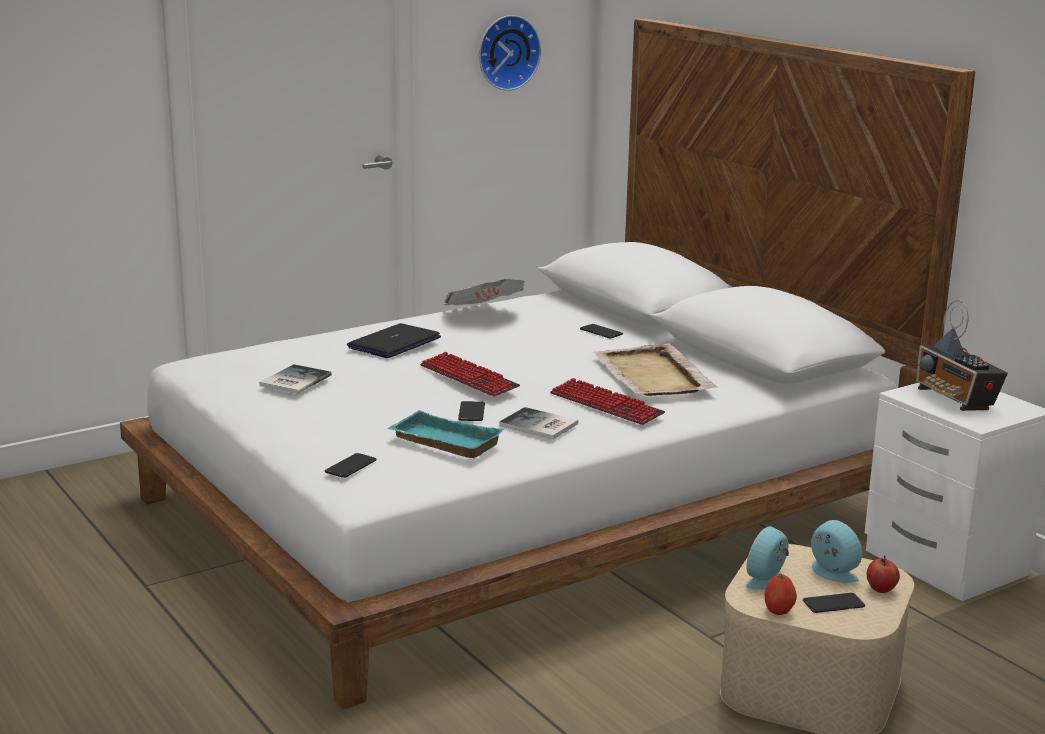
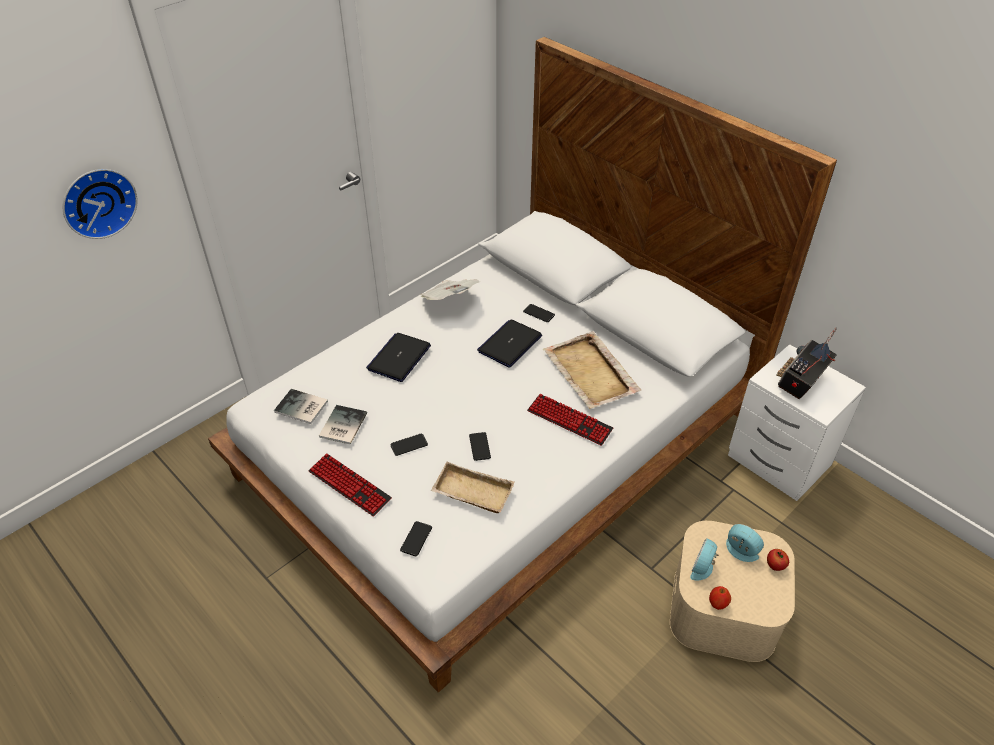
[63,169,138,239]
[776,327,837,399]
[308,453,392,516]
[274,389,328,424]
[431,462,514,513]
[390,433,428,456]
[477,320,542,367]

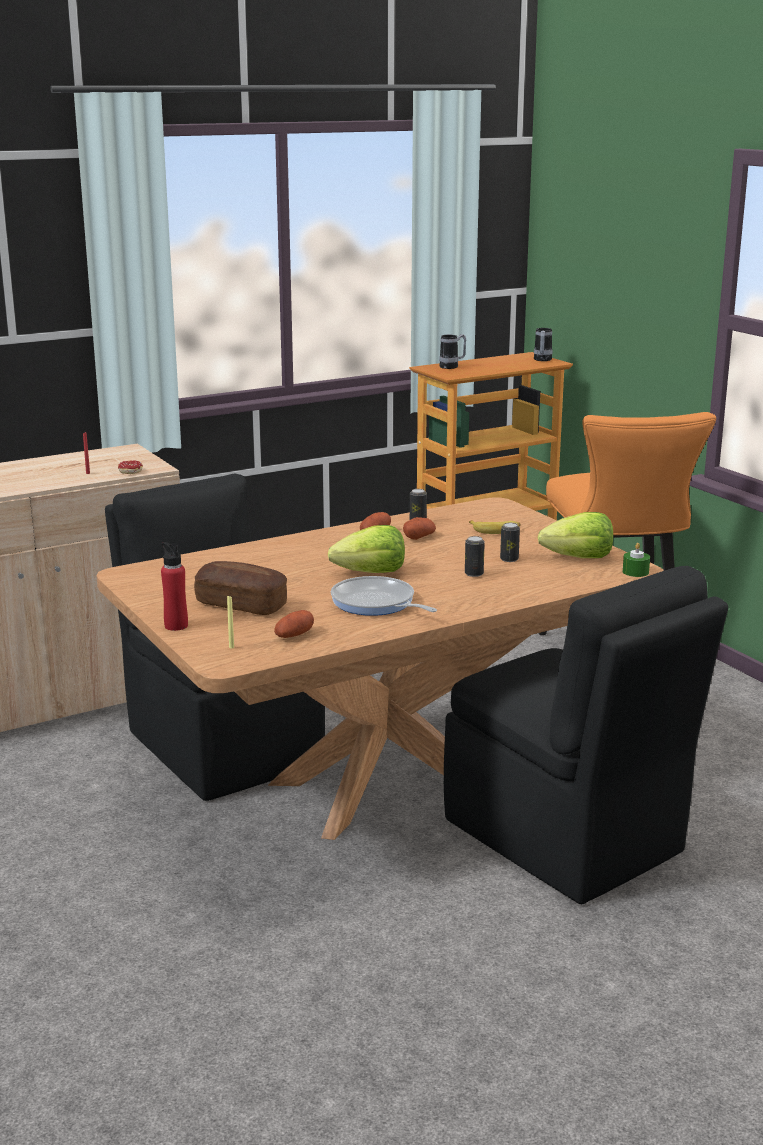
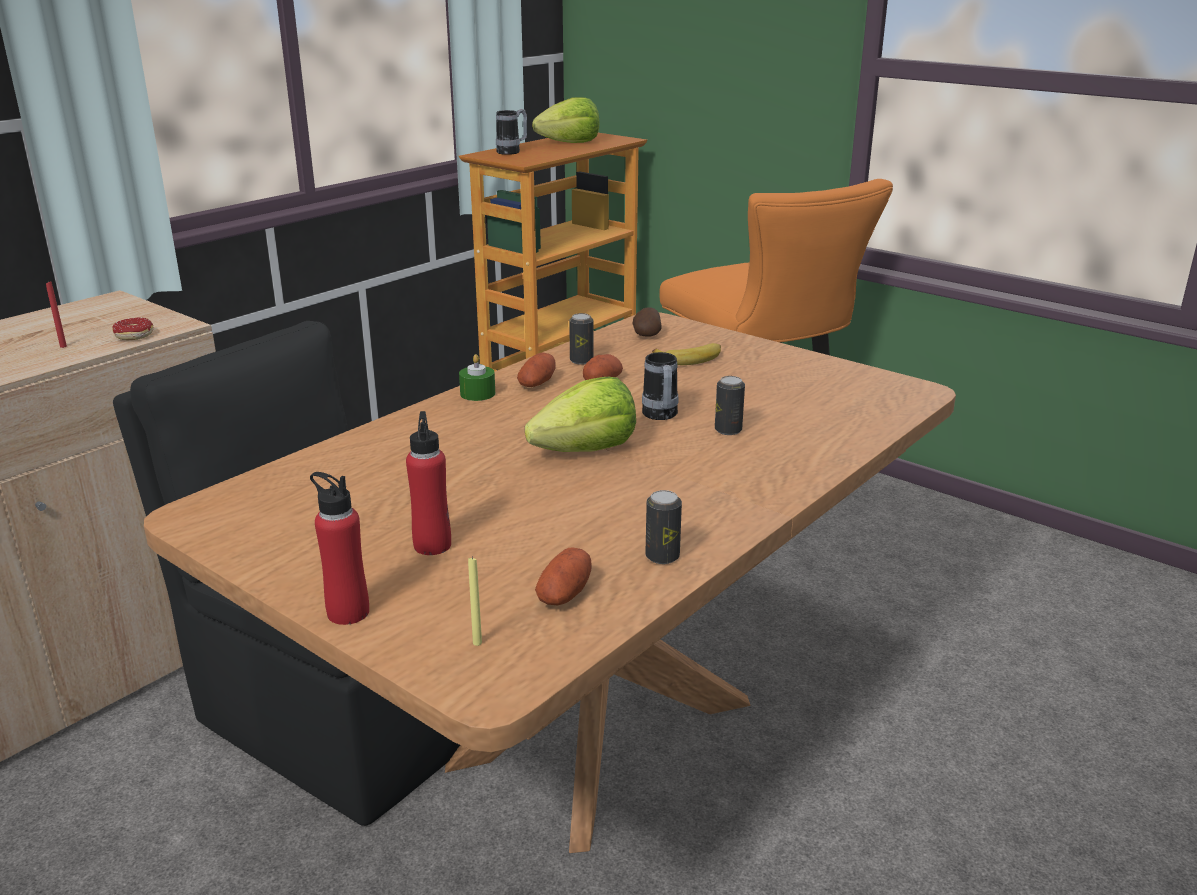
[642,352,678,420]
[532,97,599,143]
[645,490,682,564]
[459,354,495,401]
[406,411,451,555]
[444,566,728,904] (first image)
[331,576,437,616] (first image)
[633,307,662,337]

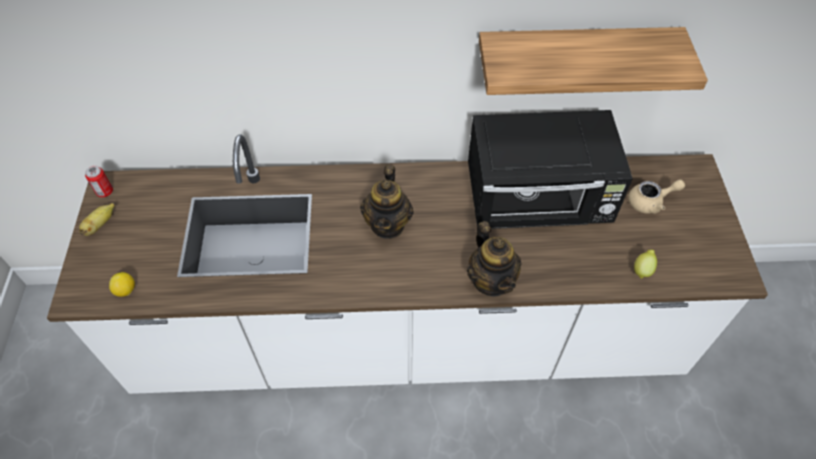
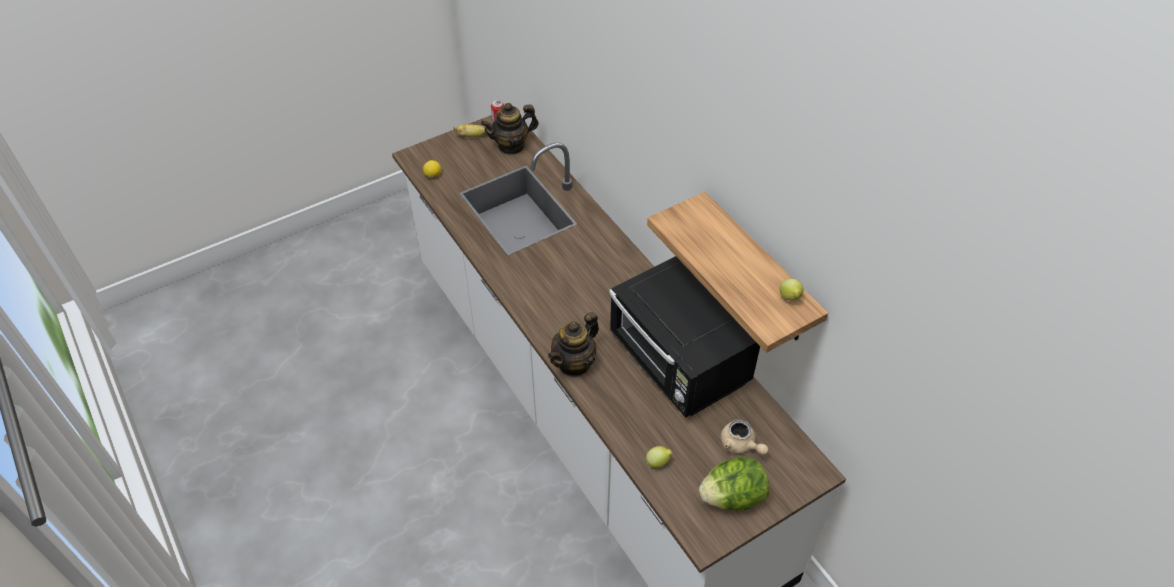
[481,103,539,155]
[780,279,804,301]
[699,457,769,510]

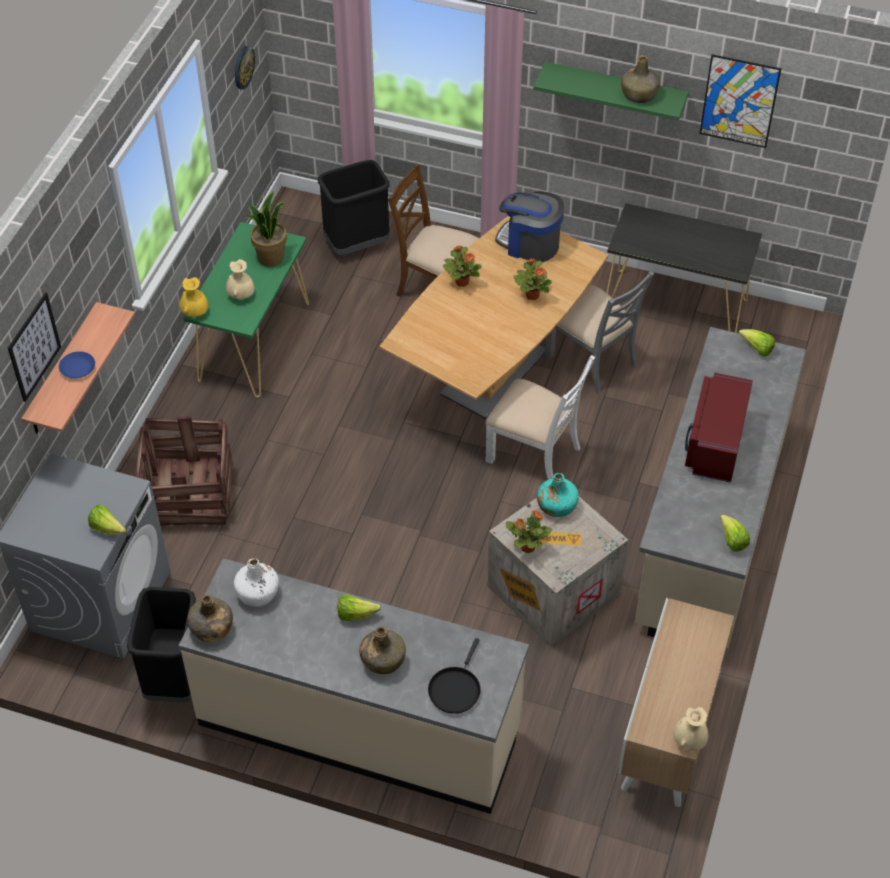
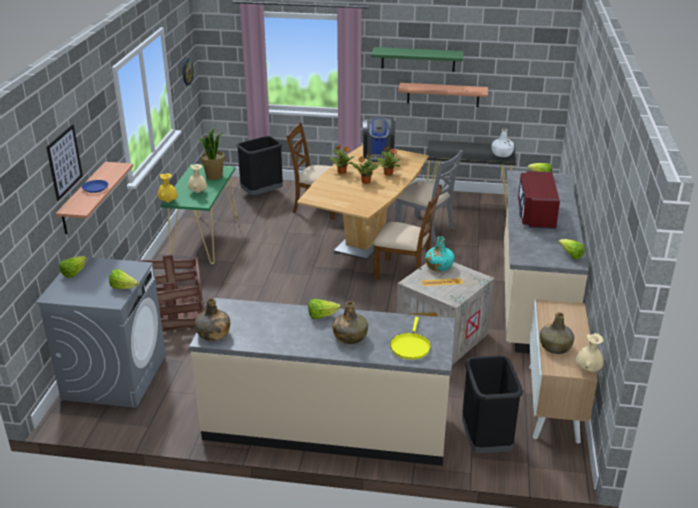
[699,54,782,148] (first image)
[540,312,574,354]
[362,117,396,162]
[373,184,442,280]
[352,154,380,184]
[491,128,514,157]
[462,355,523,453]
[390,317,431,360]
[398,83,488,107]
[59,256,86,278]

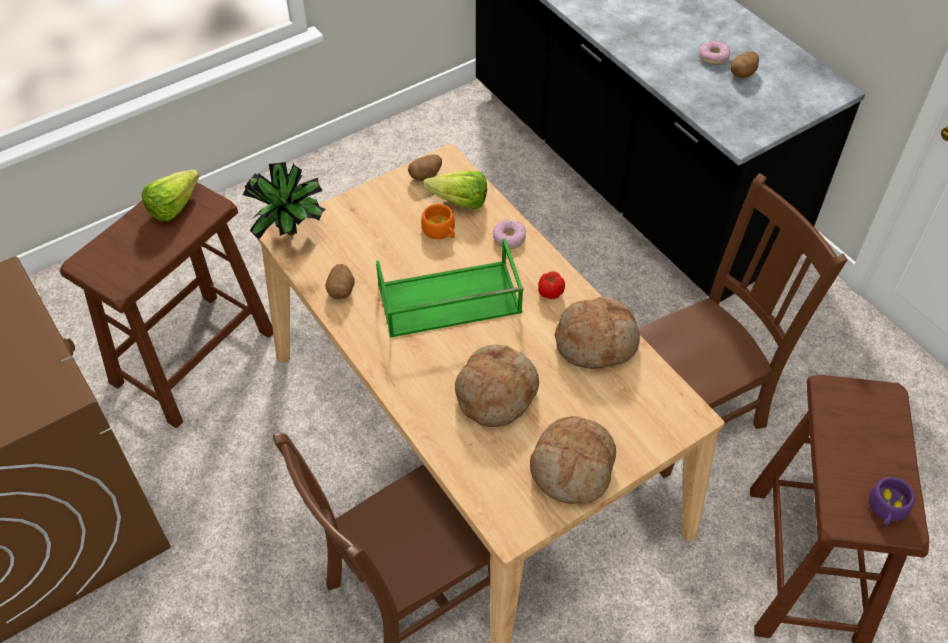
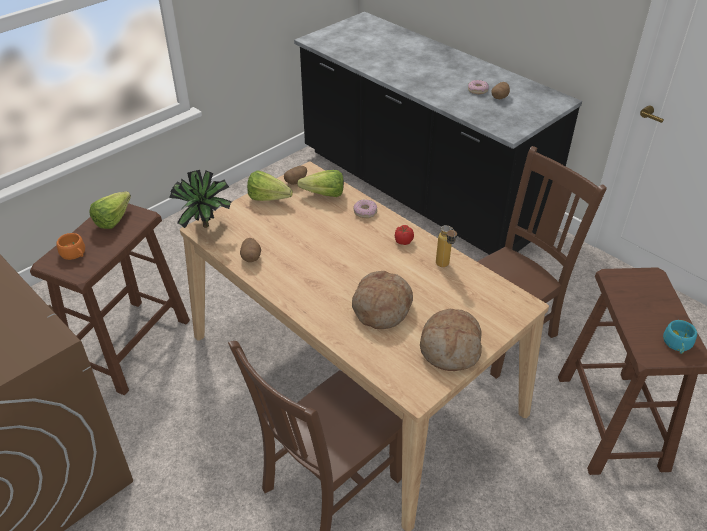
[56,233,85,260]
[376,238,524,337] (first image)
[436,225,457,267]
[663,320,697,354]
[247,170,293,201]

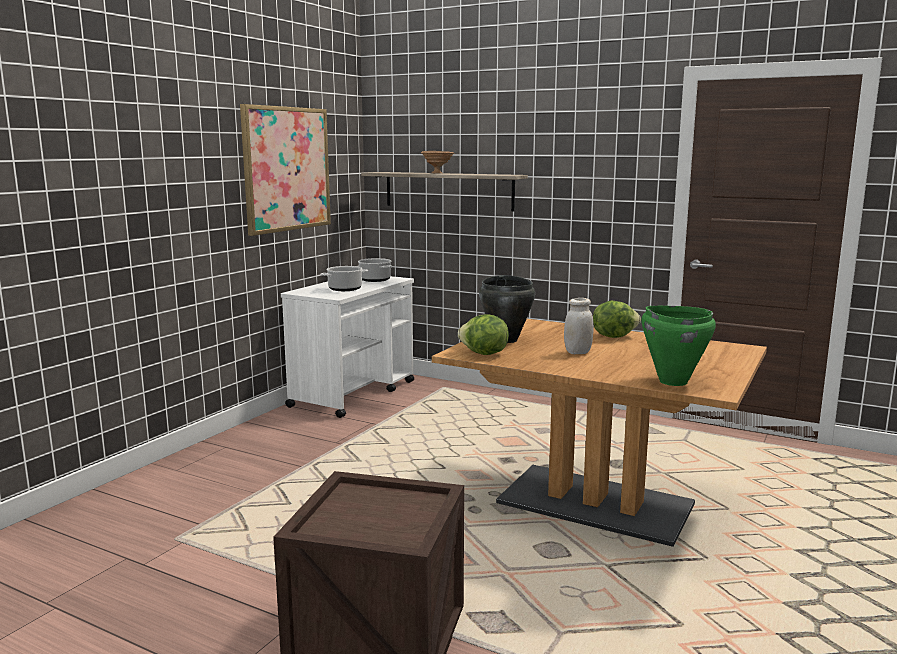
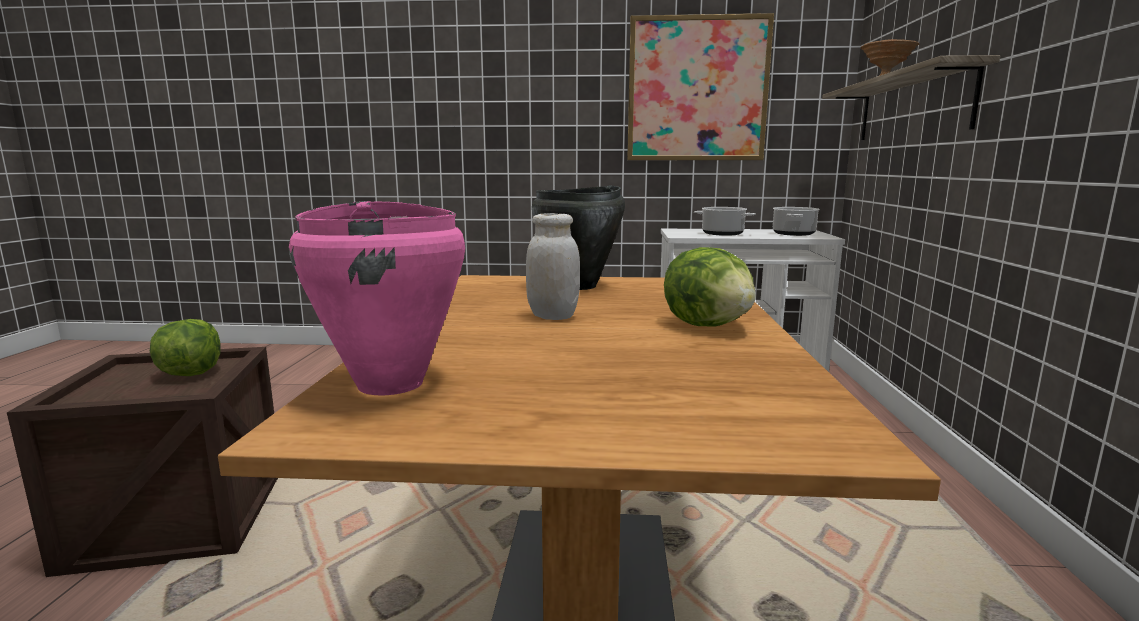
[289,201,465,395]
[149,319,221,376]

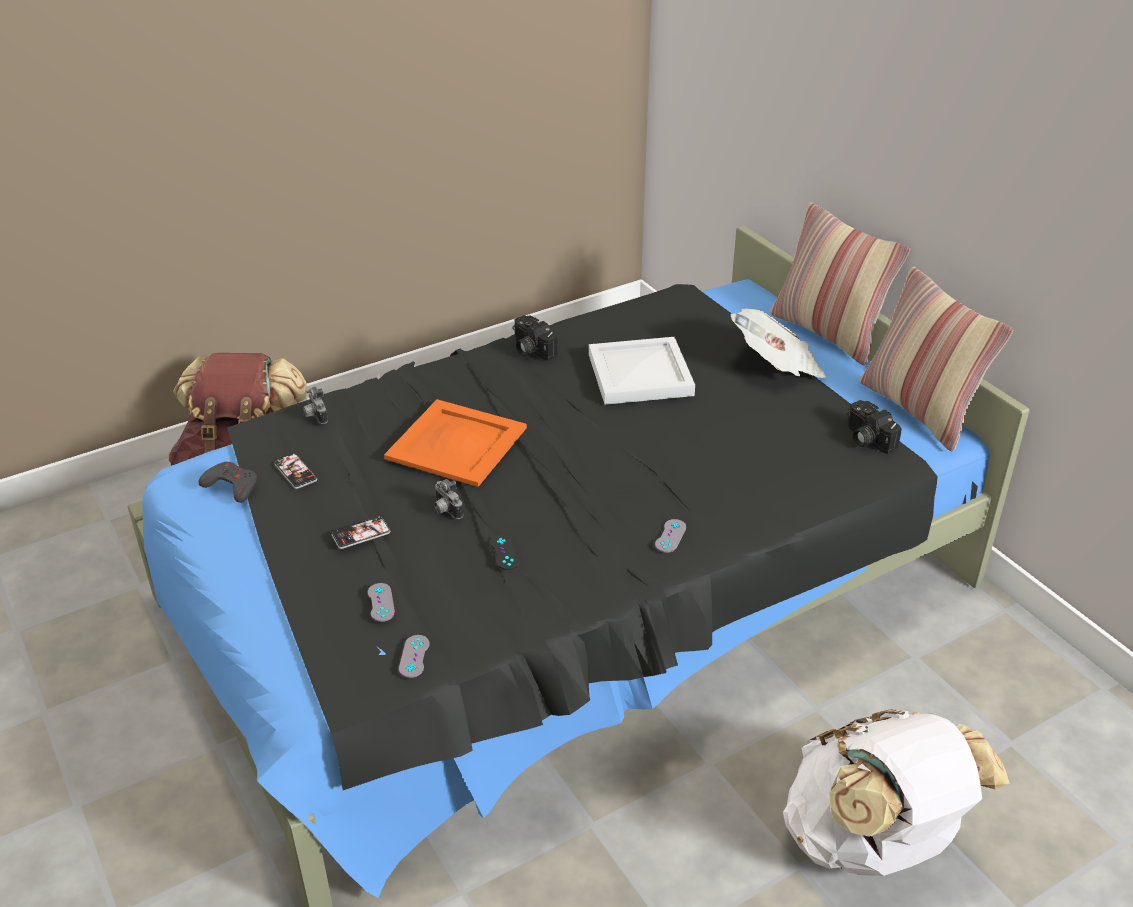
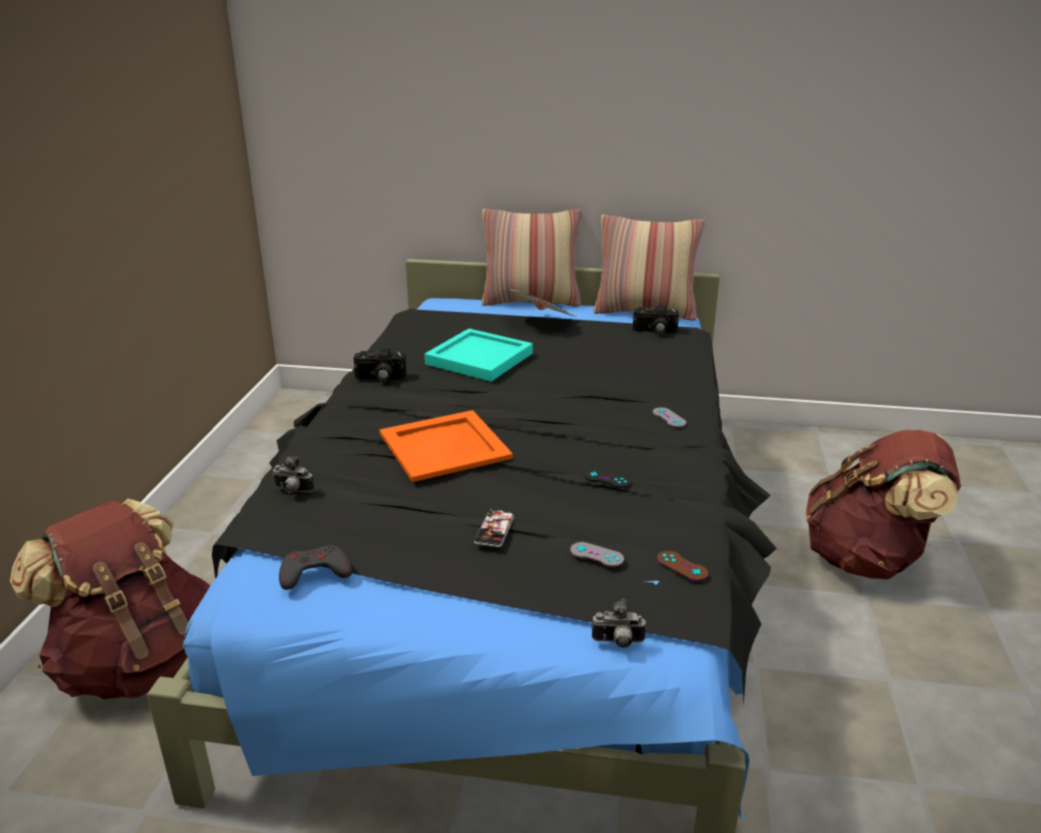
[424,328,533,382]
[274,454,317,489] (first image)
[592,599,646,648]
[657,551,708,581]
[806,429,961,579]

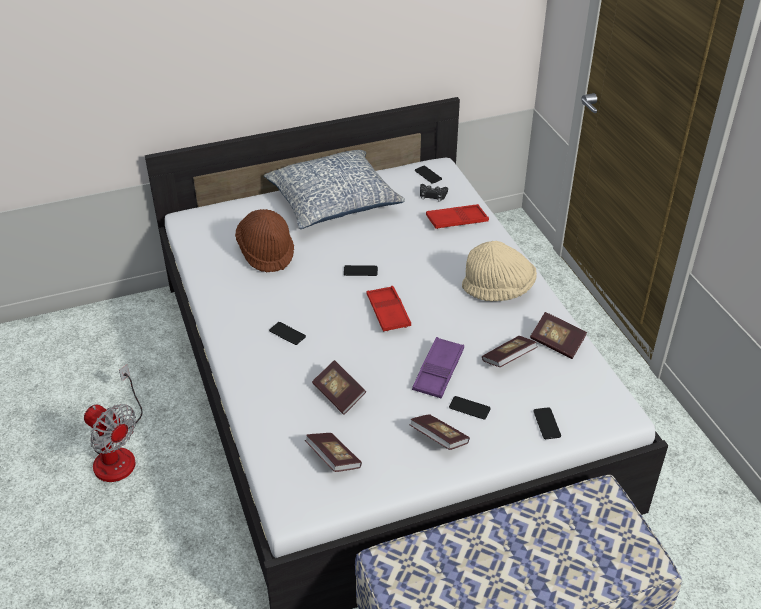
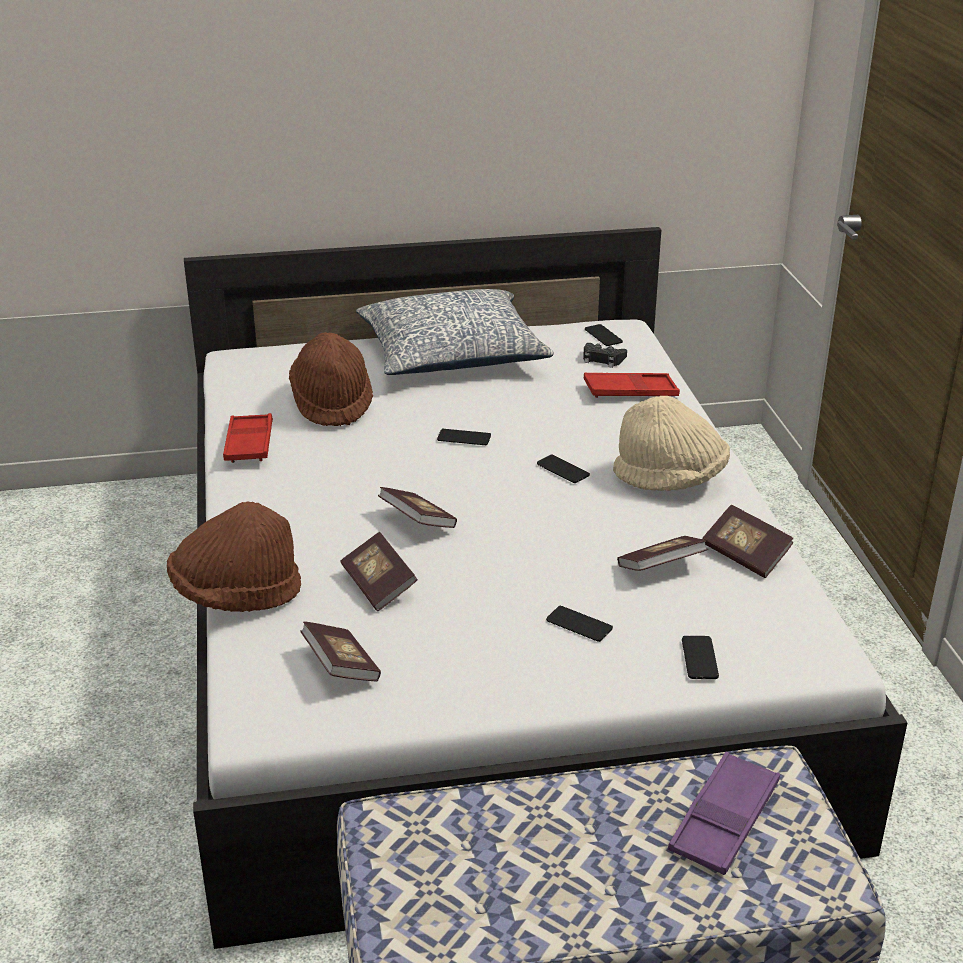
[223,413,273,463]
[537,455,590,483]
[668,752,780,875]
[84,365,143,482] (first image)
[378,487,457,528]
[167,501,301,612]

